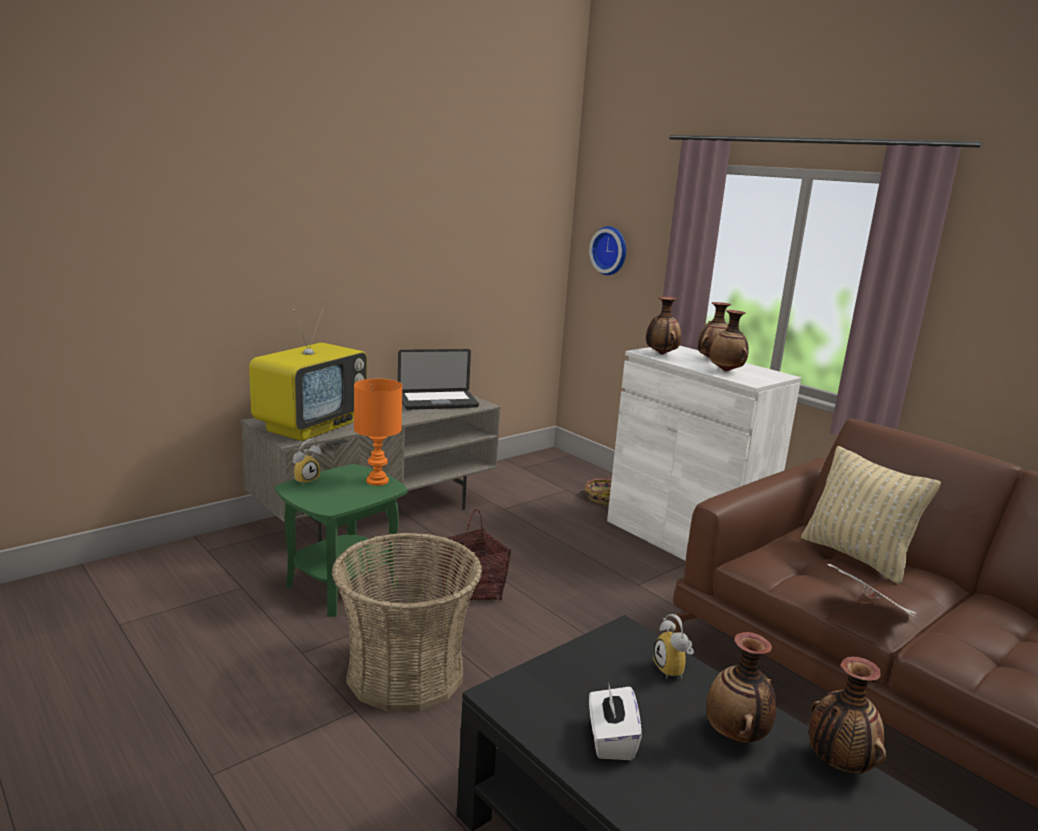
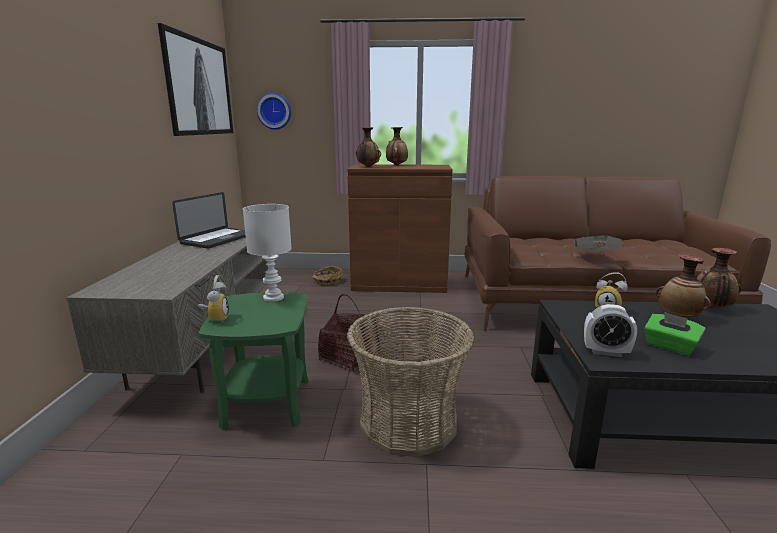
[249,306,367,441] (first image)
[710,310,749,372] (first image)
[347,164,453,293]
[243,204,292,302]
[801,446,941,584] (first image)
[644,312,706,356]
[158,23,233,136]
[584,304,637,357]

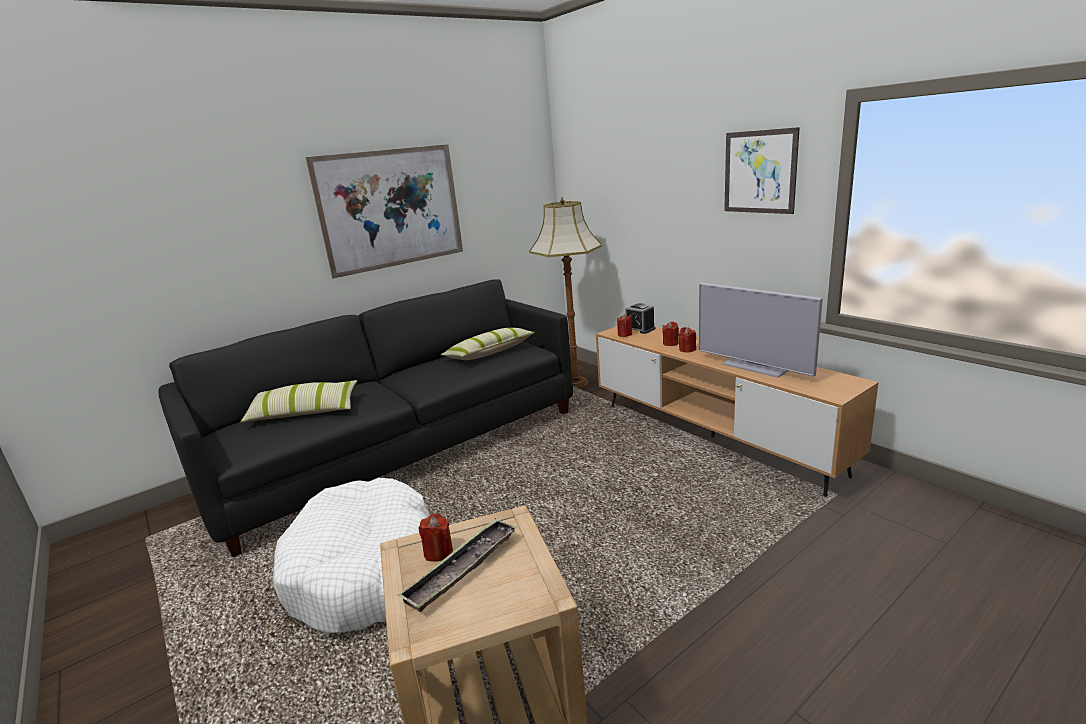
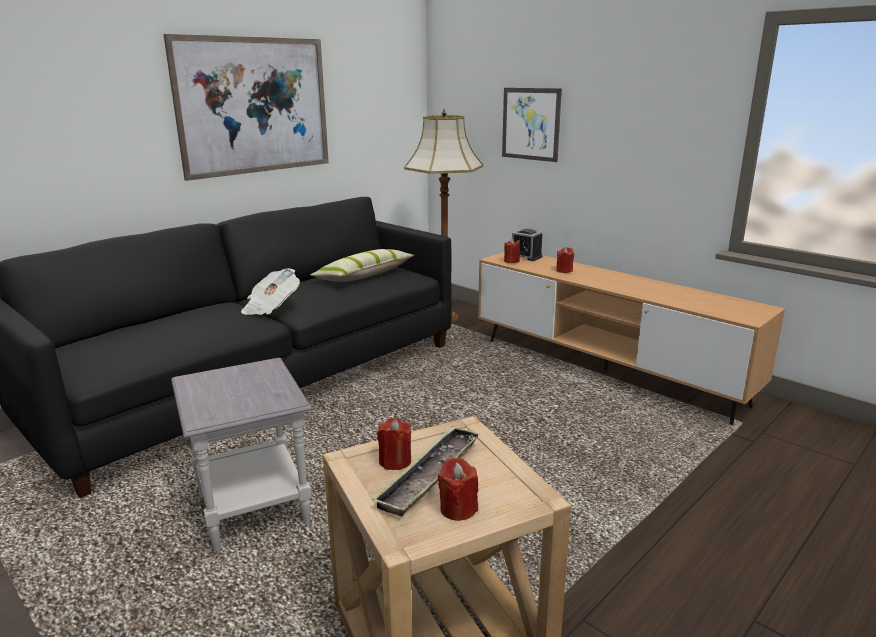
[502,88,562,162]
[699,283,823,378] (first image)
[438,457,478,521]
[240,380,357,423] (first image)
[171,358,312,551]
[241,268,300,315]

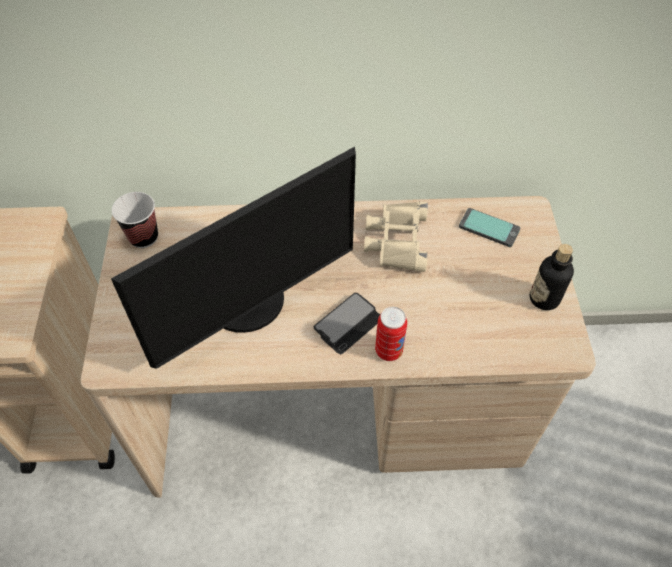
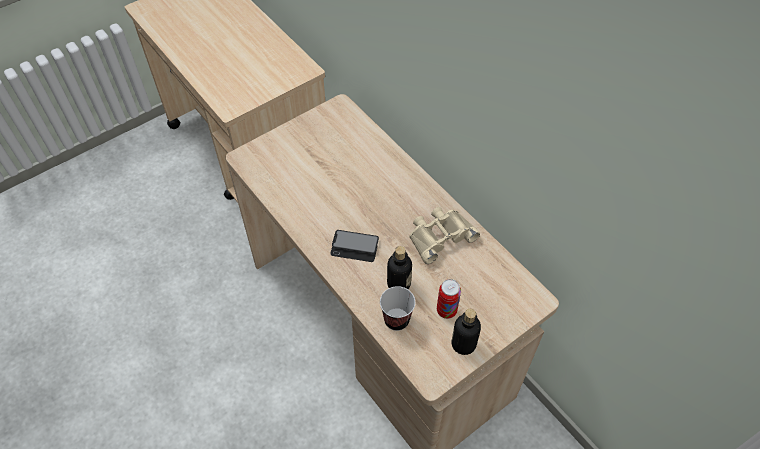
[111,147,356,369] (first image)
[380,286,415,331]
[459,208,520,247] (first image)
[437,279,461,319]
[387,246,412,289]

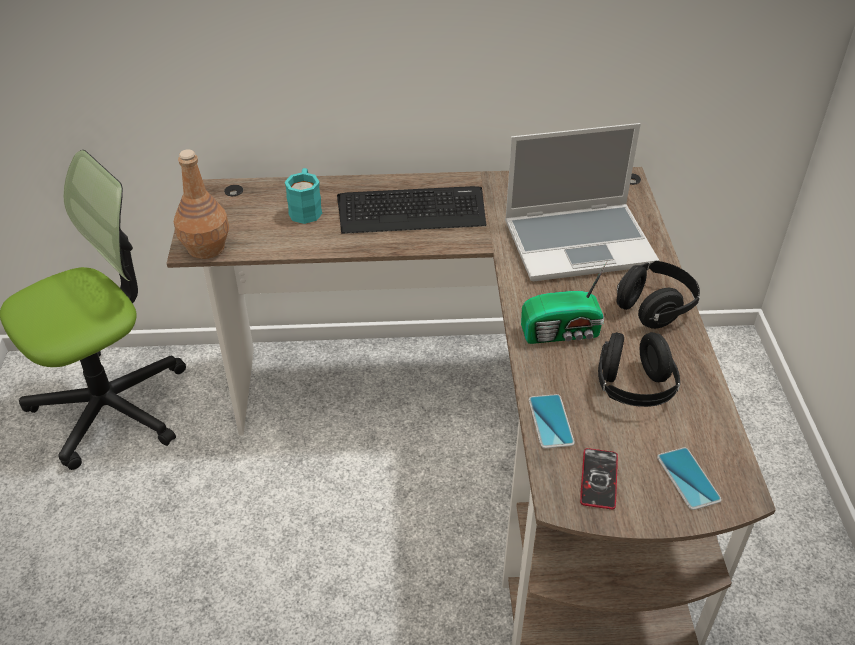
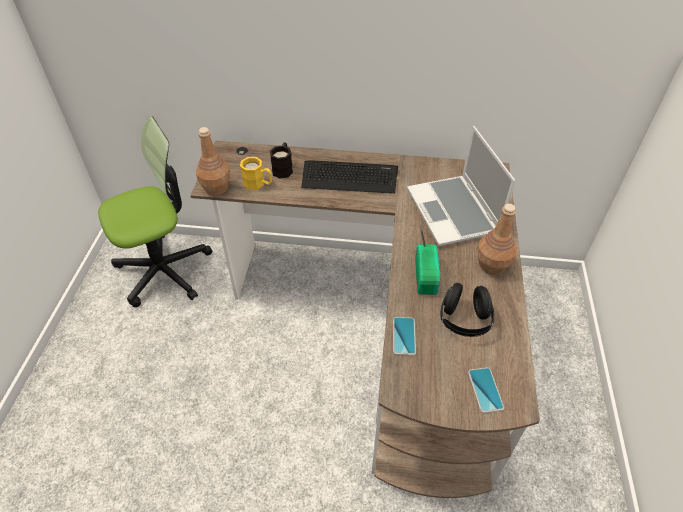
[407,126,516,247]
[270,142,293,179]
[415,223,441,295]
[476,204,517,275]
[580,448,618,509] (first image)
[240,157,272,190]

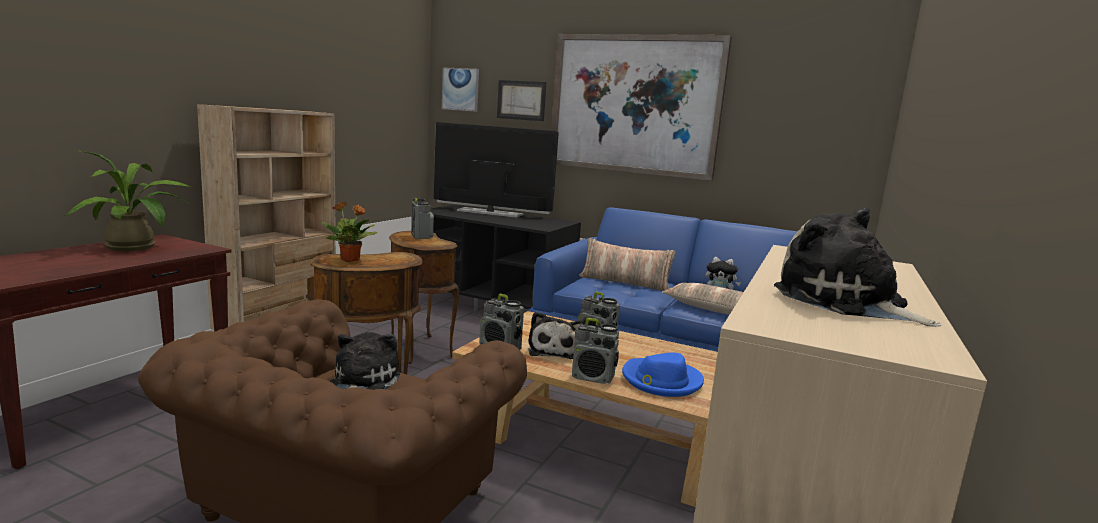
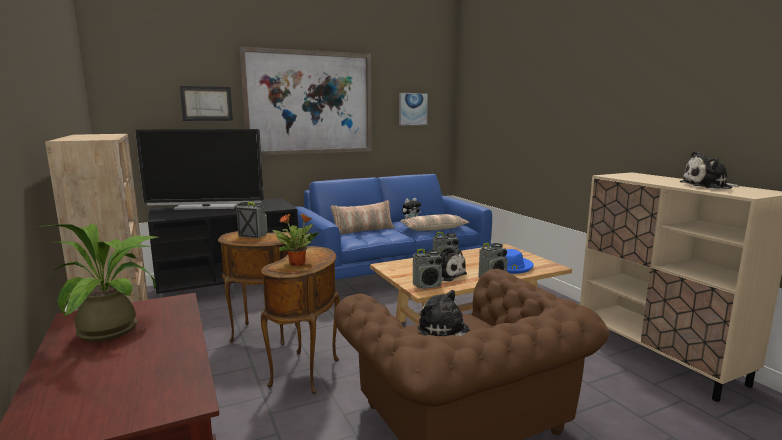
[399,93,428,126]
[135,129,264,210]

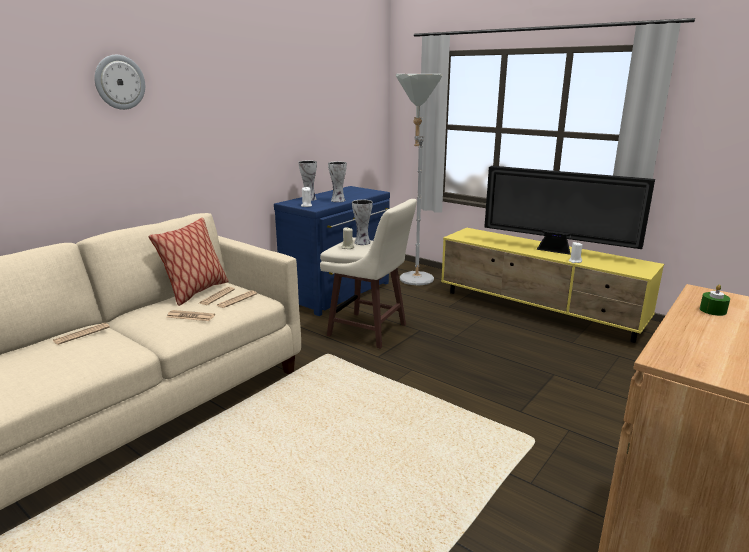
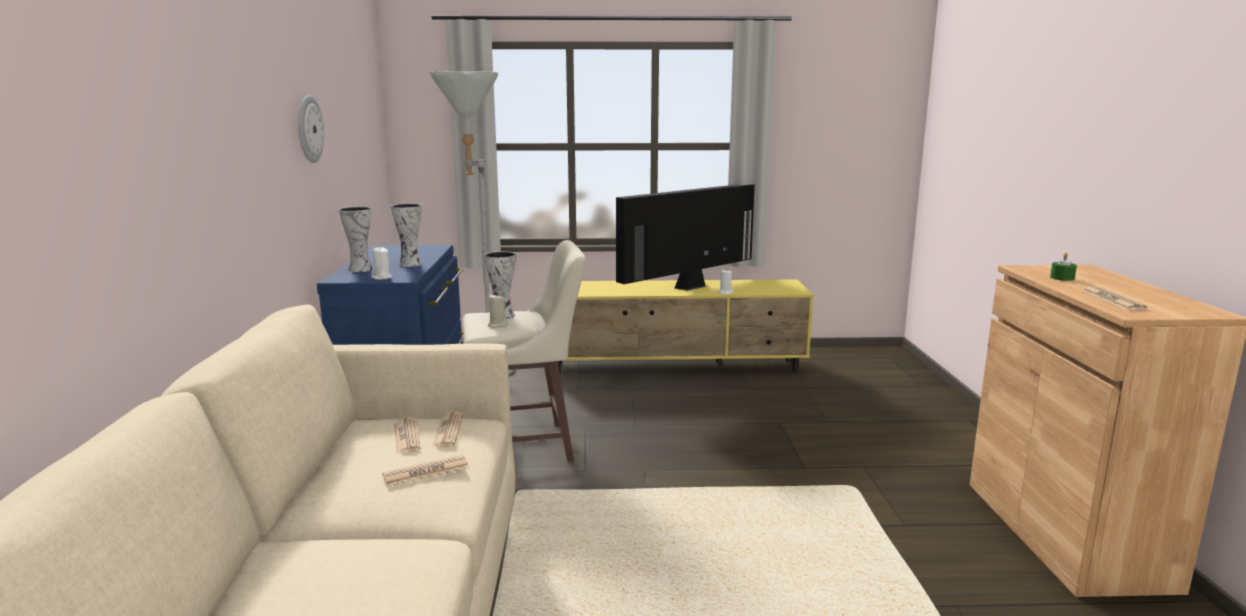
[298,95,324,163]
[616,184,755,291]
[148,218,228,306] (first image)
[1081,286,1147,310]

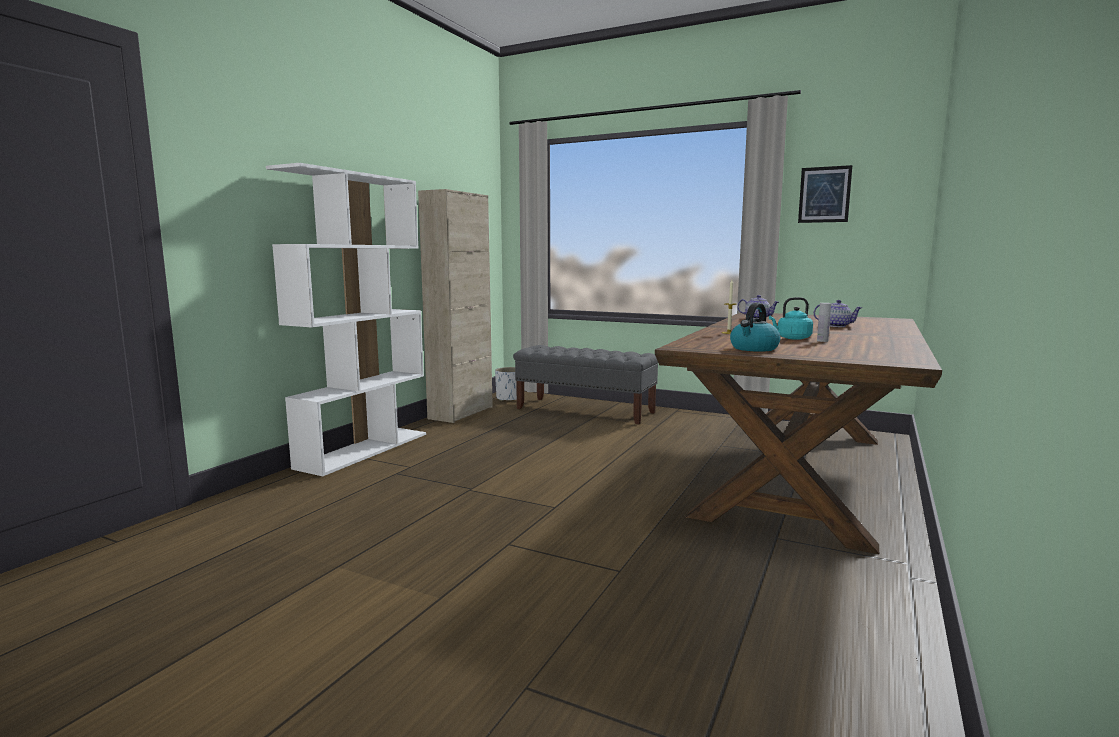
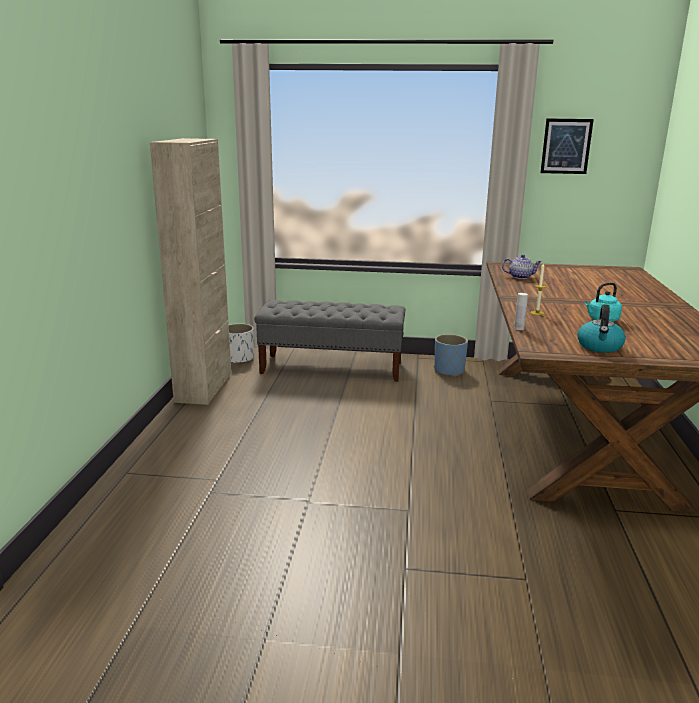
[266,163,426,476] (first image)
[813,300,862,327] (first image)
[514,293,528,330]
[434,334,468,377]

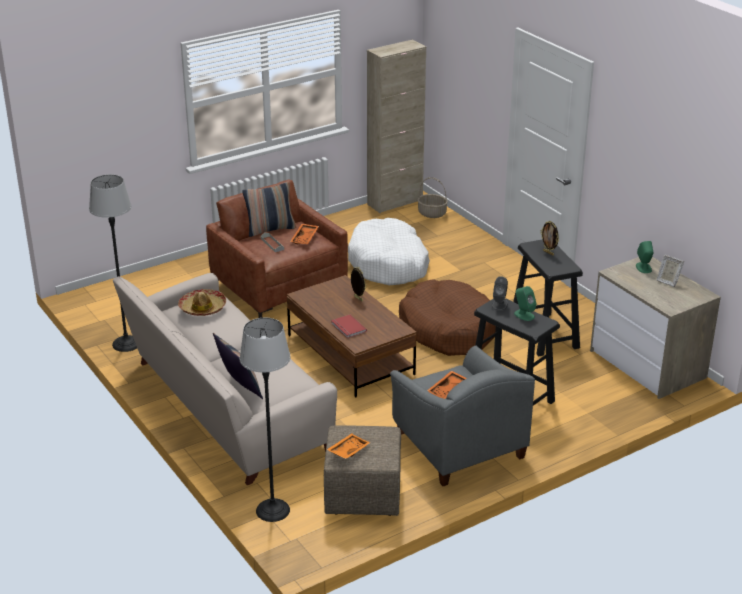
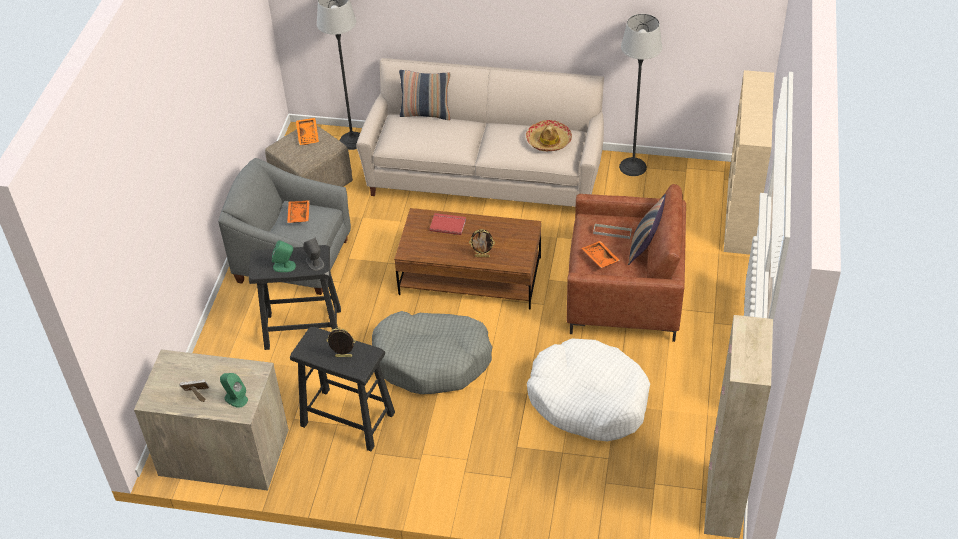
[417,177,448,218] (first image)
[372,311,492,394]
[724,70,774,255]

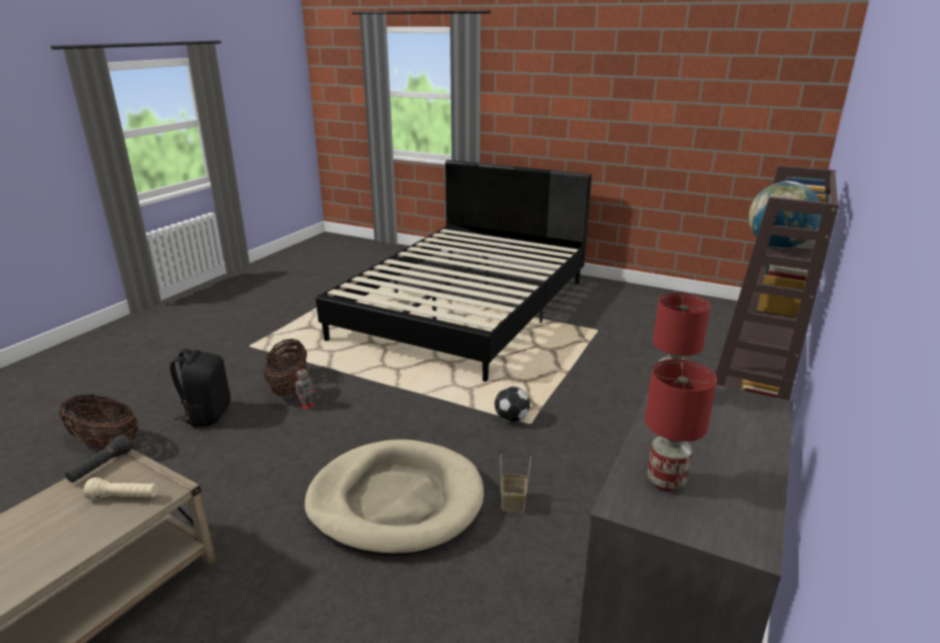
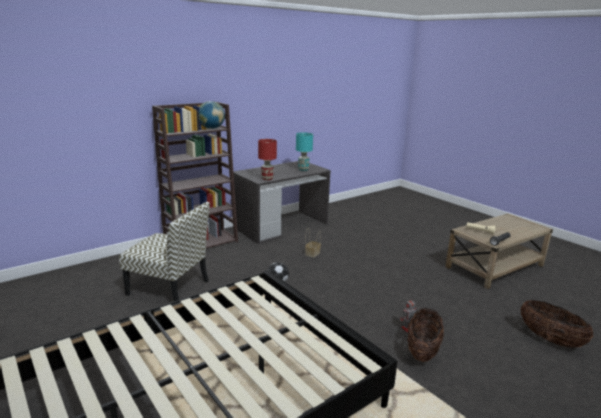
[170,349,231,427] (first image)
[296,132,313,171]
[304,439,484,556] (first image)
[119,202,210,301]

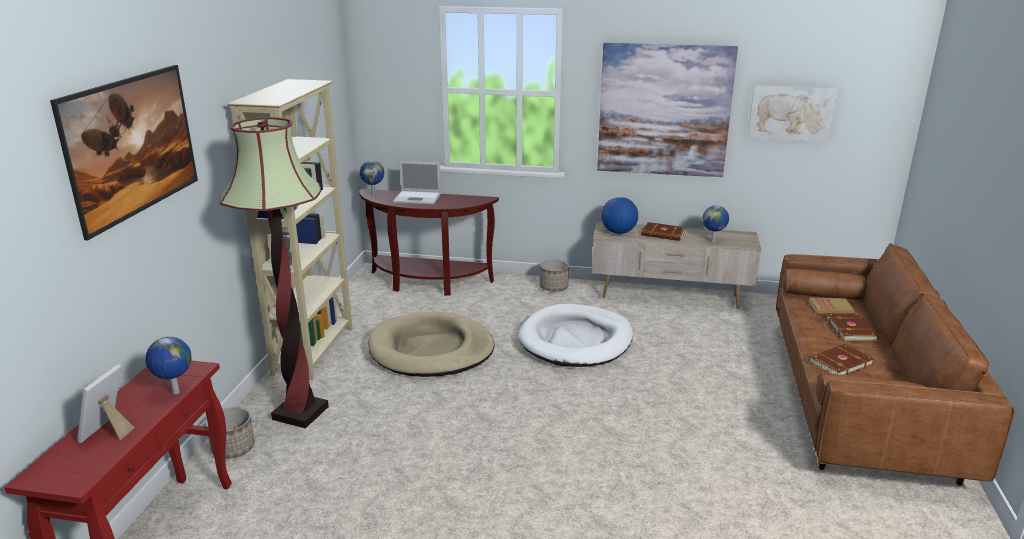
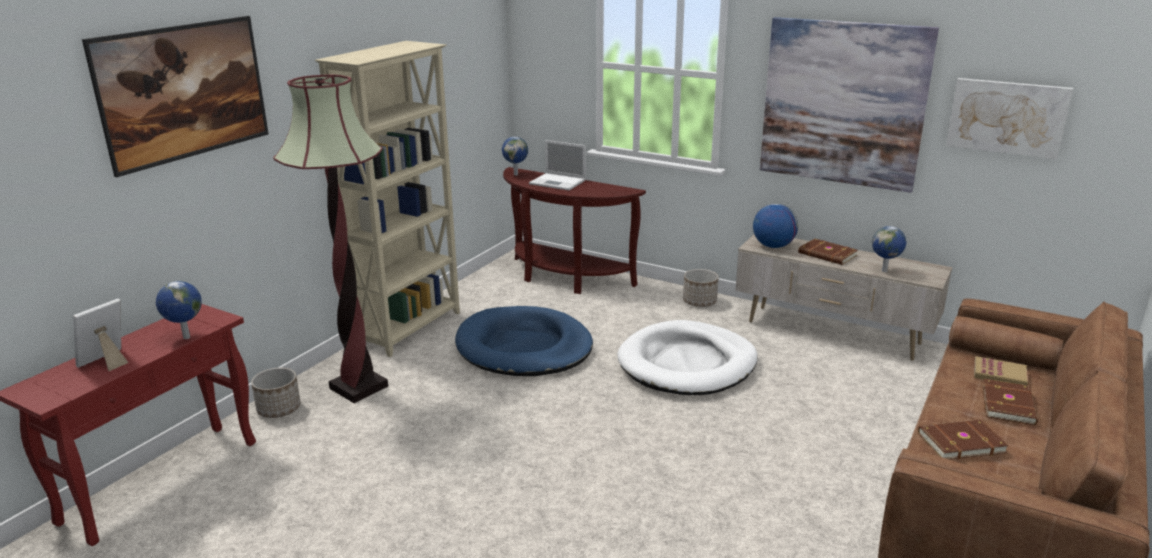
[455,306,593,376]

